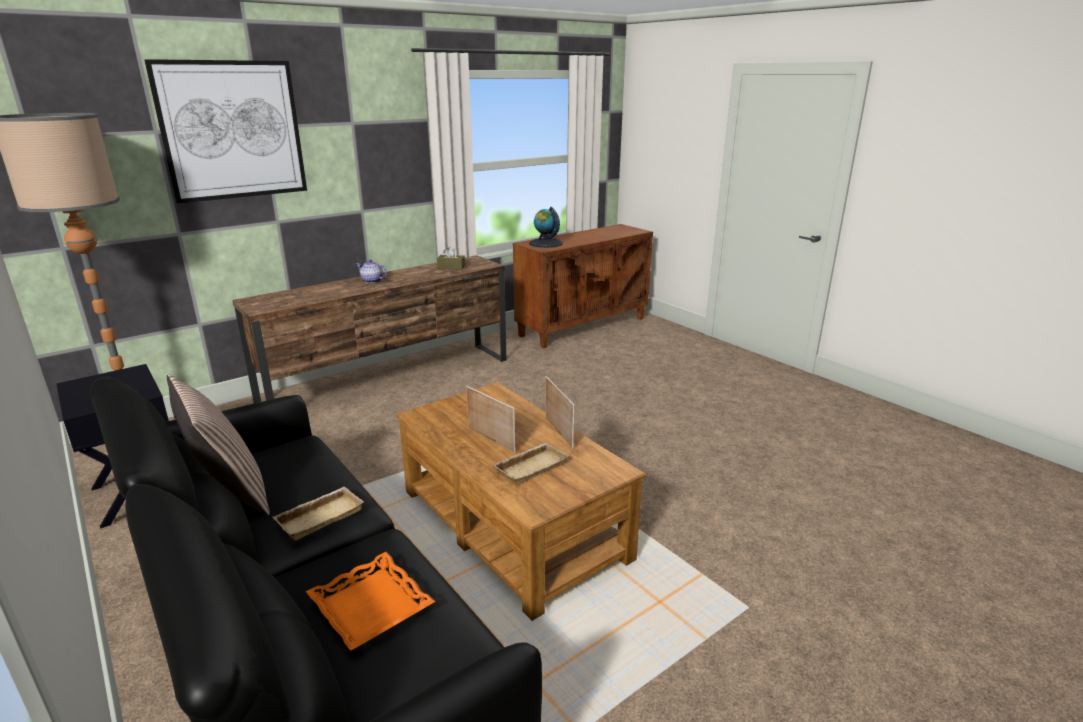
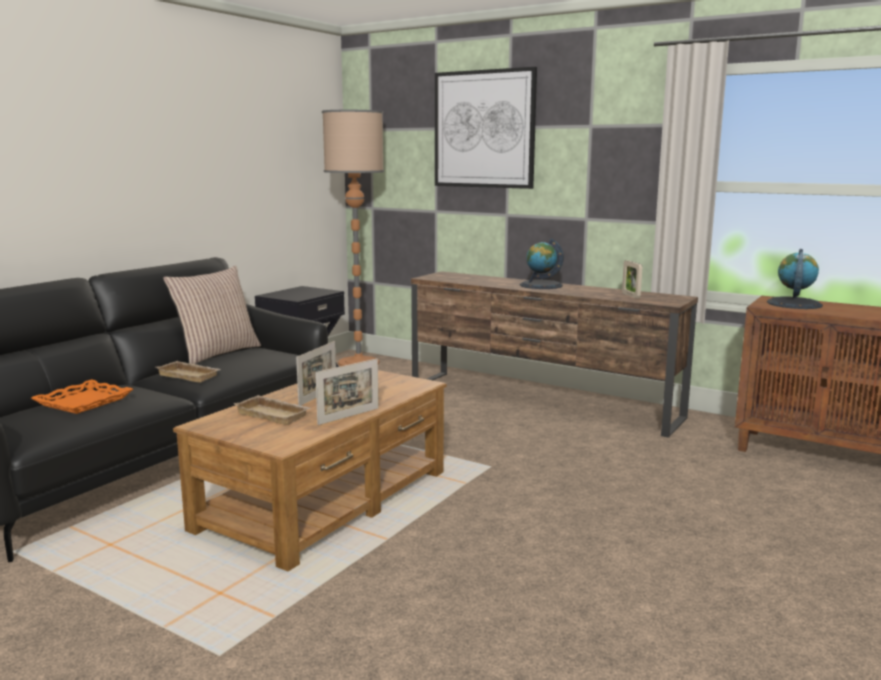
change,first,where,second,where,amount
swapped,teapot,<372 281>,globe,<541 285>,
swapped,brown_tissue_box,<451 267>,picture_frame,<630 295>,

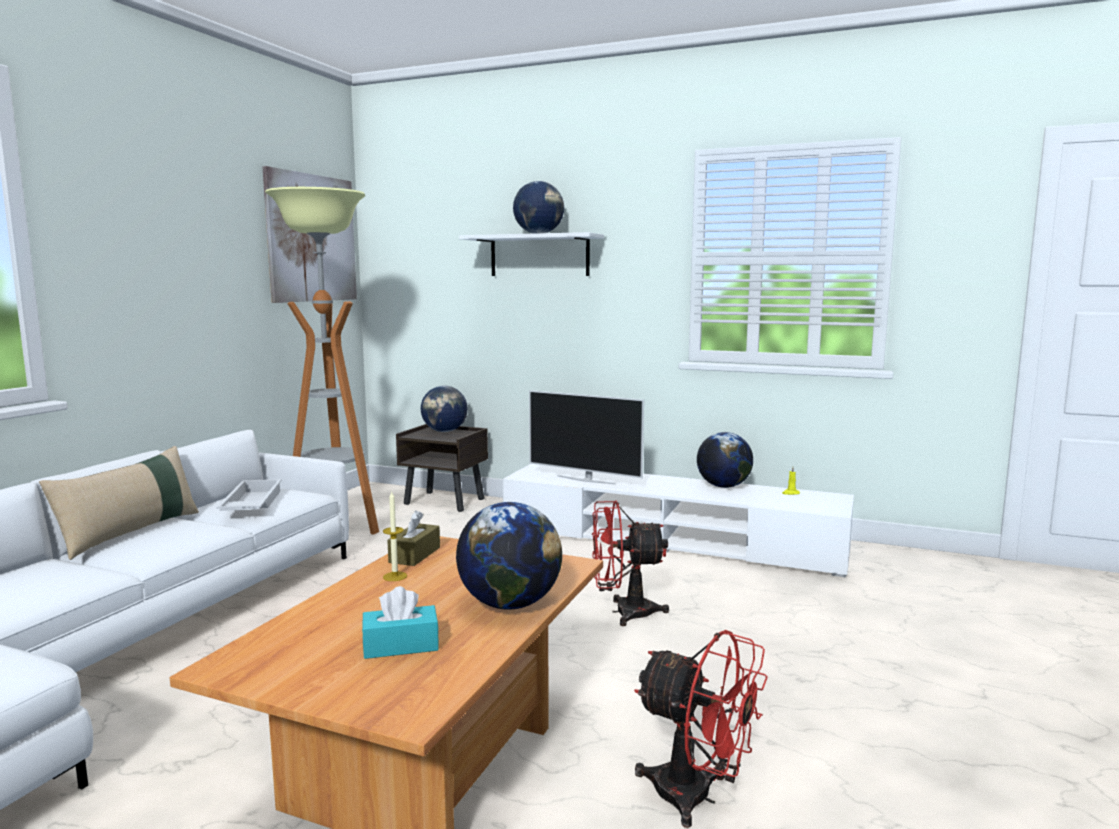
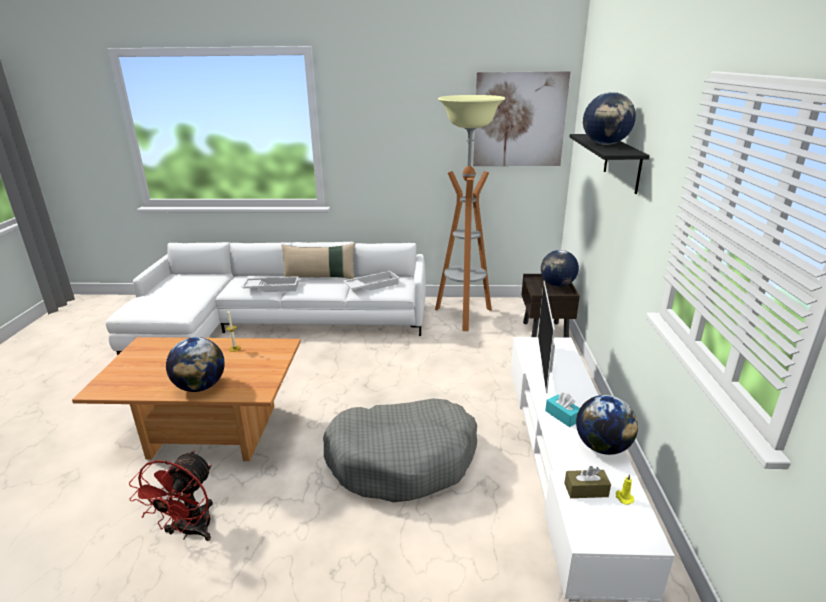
change,first,where,second,where,amount
new,,,white_tray,<272 287>,
shifted,turquoise_tissue_box,<401 646>,,<562 416>,
shifted,brown_tissue_box,<414 555>,,<586 490>,
swapped,red_fan,<623 612>,grey_dog_bed,<403 459>,
repainted,white_shelf,<539 256>,black_shelf,<622 162>,

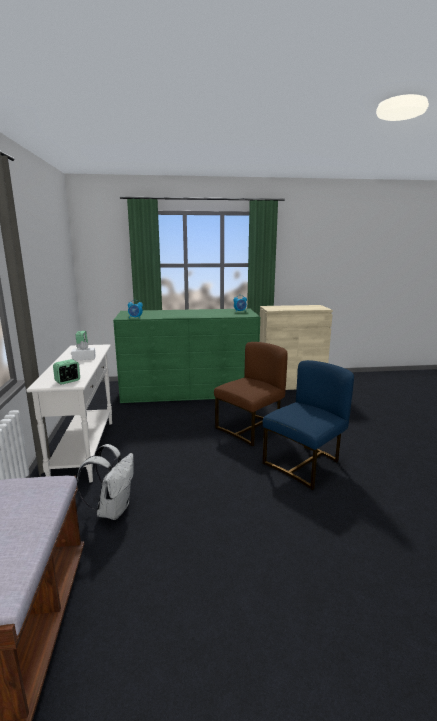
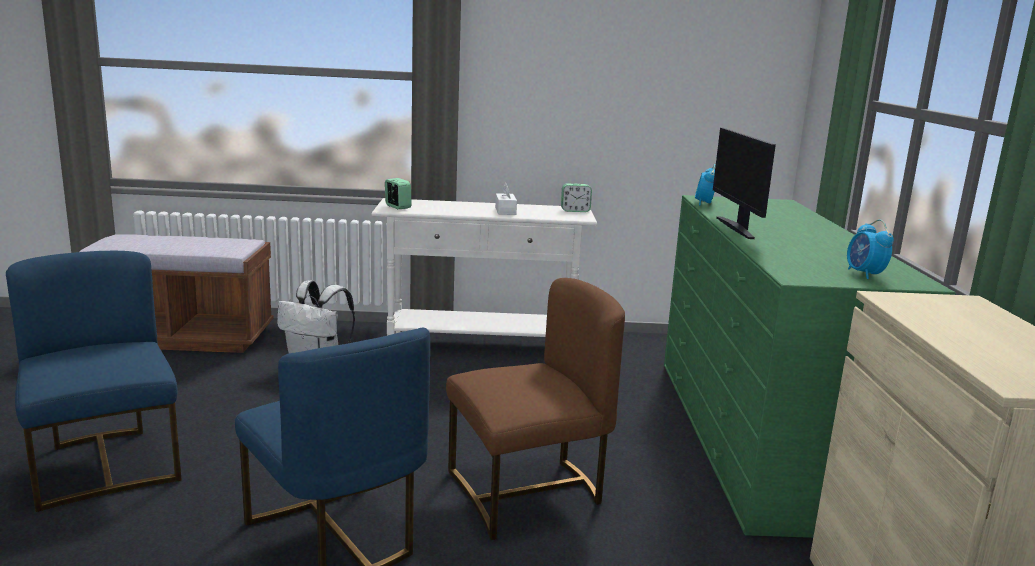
change,first,where,second,where,amount
new,,,blue_chair,<106 465>,
new,,,monitor,<737 228>,
rotated,brown_chair,<250 428>,,<527 493>,75 degrees counterclockwise

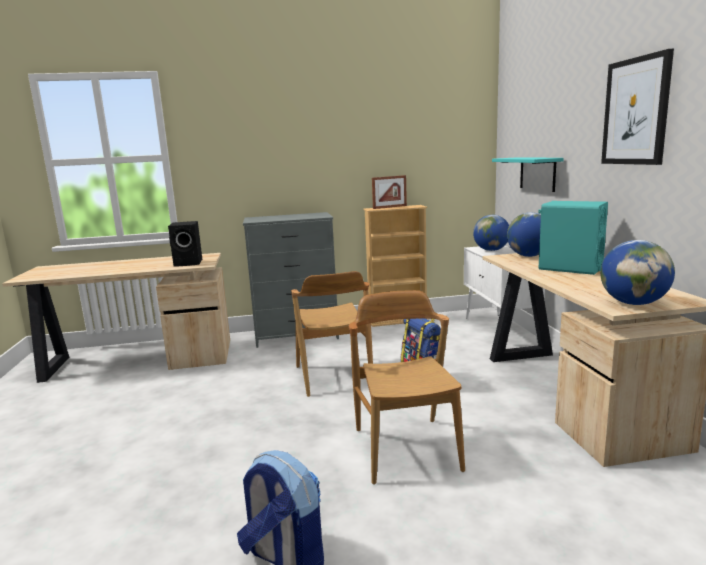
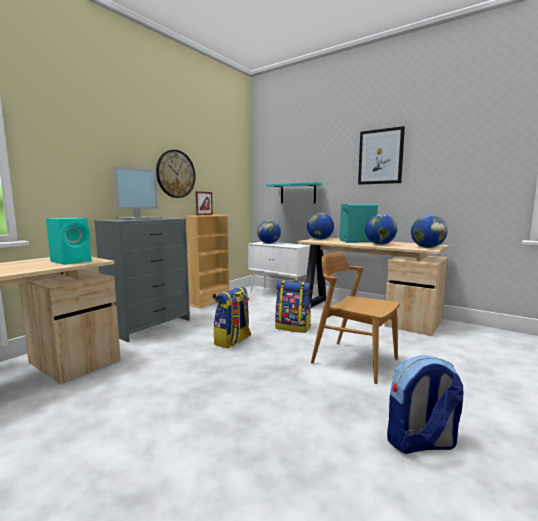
change,first,where,second,where,amount
new,,,monitor,<139 219>,
new,,,wall_clock,<175 174>,
new,,,globe,<380 244>,
swapped,brown_chair,<333 376>,backpack,<233 341>,
repainted,black_speaker,<189 263>,turquoise_speaker,<72 261>,

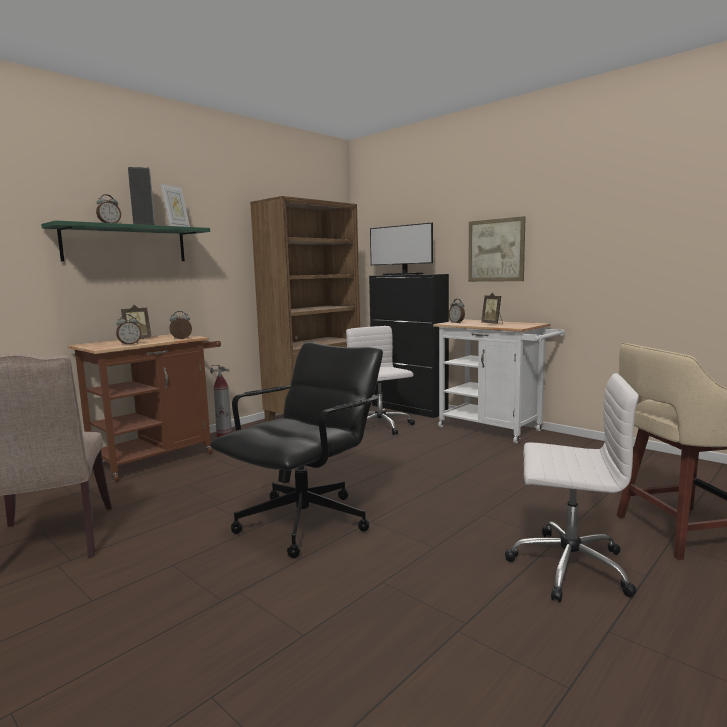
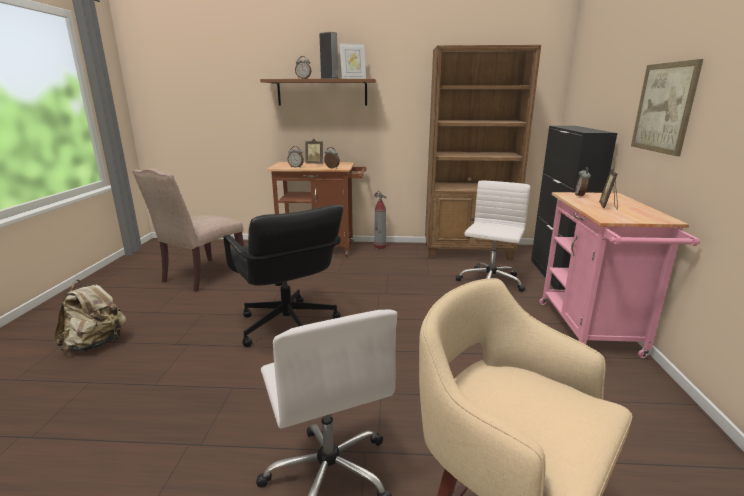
change,first,where,second,where,amount
gone,monitor,<402 274>,,,
new,,,beige_backpack,<96 344>,
repainted,green_shelf,<125 244>,brown_shelf,<322 92>,
repainted,white_cart,<495 429>,pink_cart,<591 332>,
rotated,black_office_chair,<306 522>,,<288 326>,60 degrees clockwise

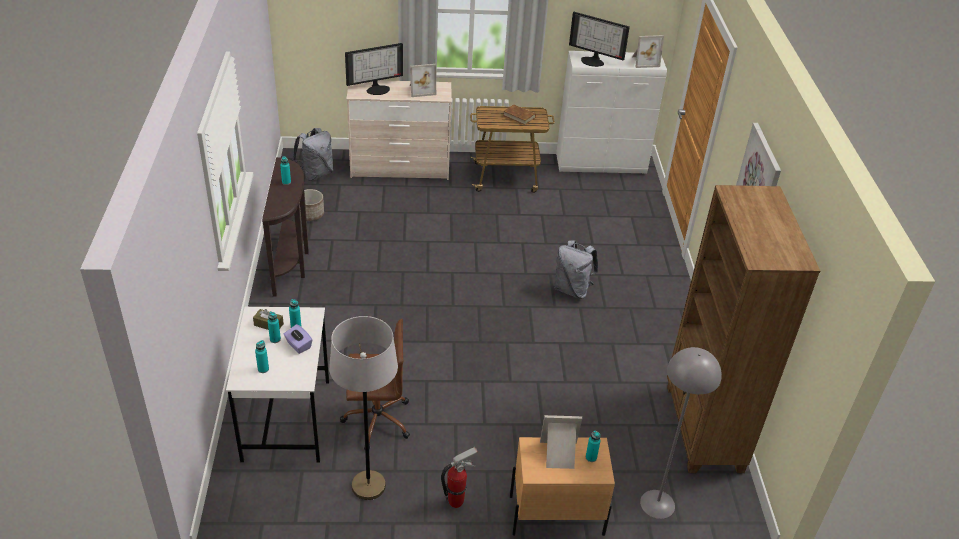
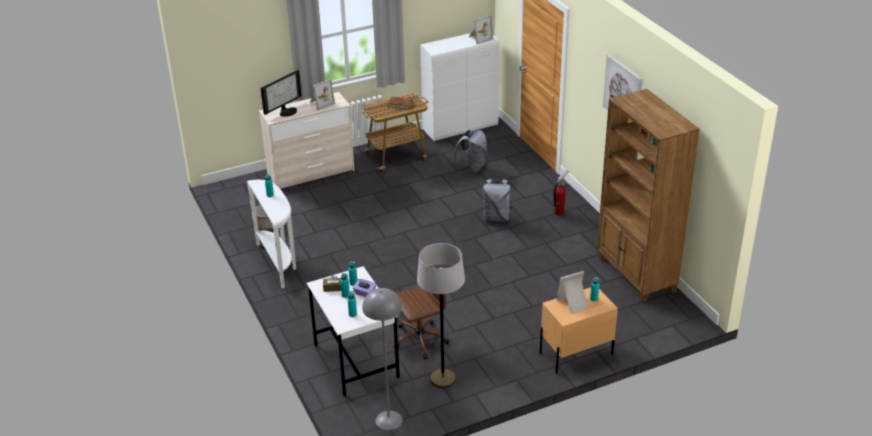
change,first,where,second,where,amount
gone,monitor,<593 61>,,,
shifted,grey_backpack,<316 174>,,<472 168>,
shifted,fire_extinguisher,<456 501>,,<559 212>,
shifted,grey_floor_lamp,<657 504>,,<388 420>,
repainted,brown_console_table,<292 263>,white_console_table,<279 263>,

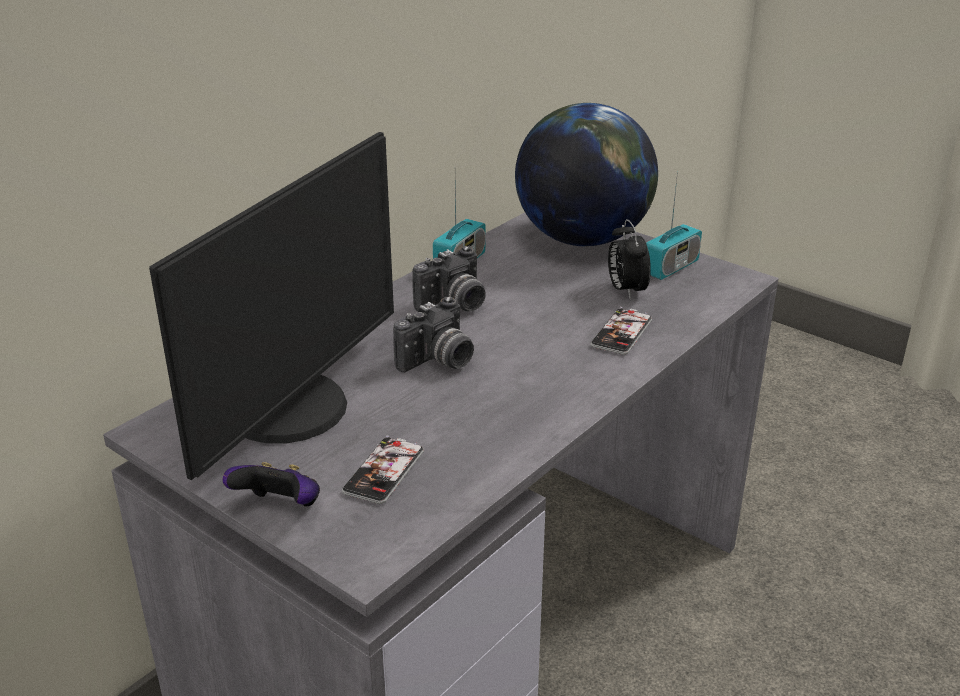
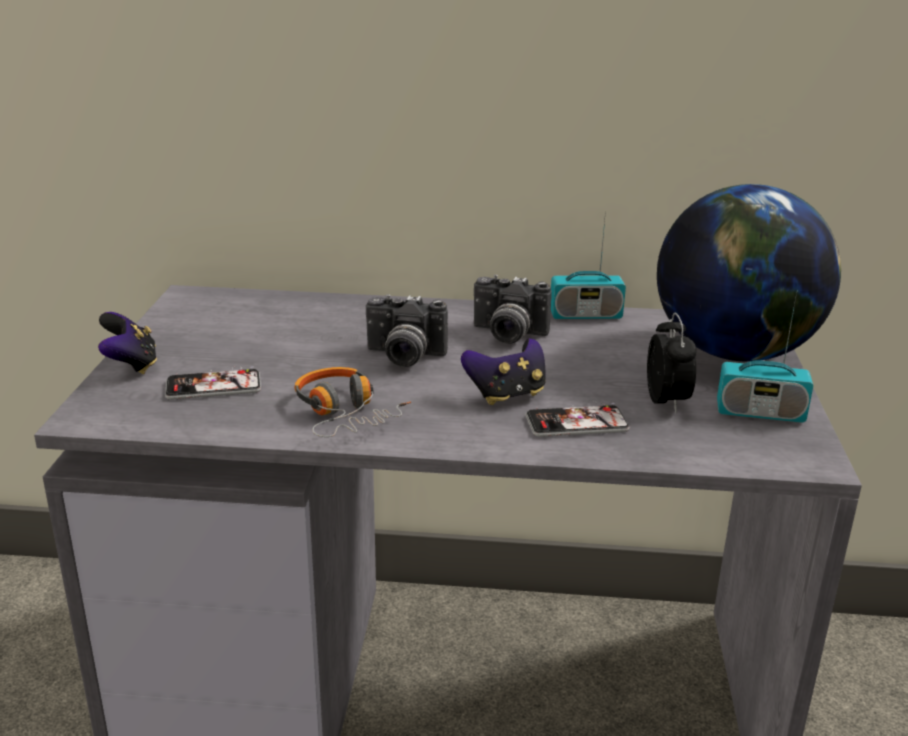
change,first,where,second,where,amount
gone,monitor,<292 409>,,,
new,,,headphones,<345 413>,
new,,,game_controller,<507 395>,
rotated,alarm_clock,<626 290>,,<667 402>,135 degrees clockwise

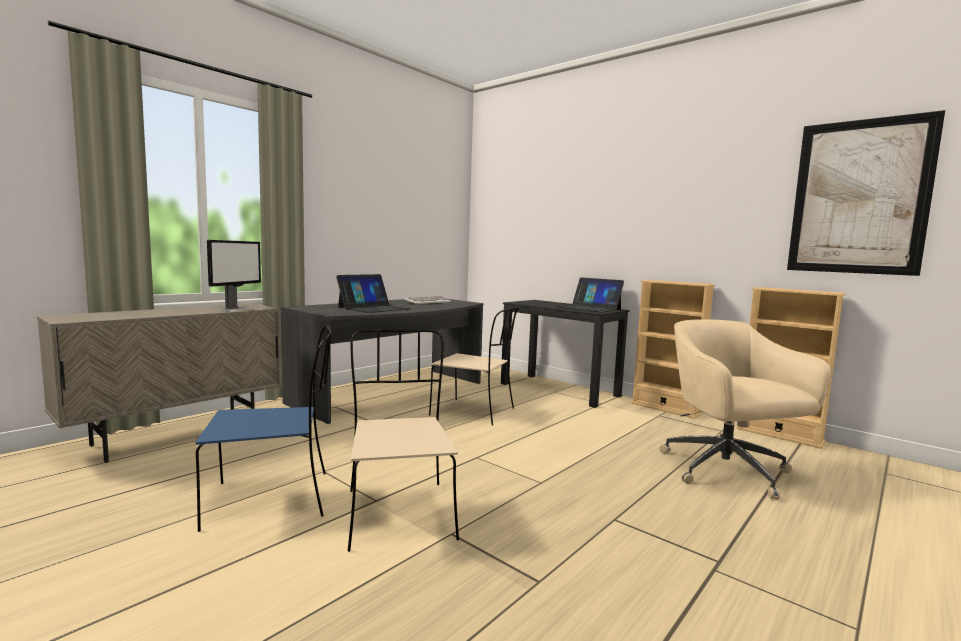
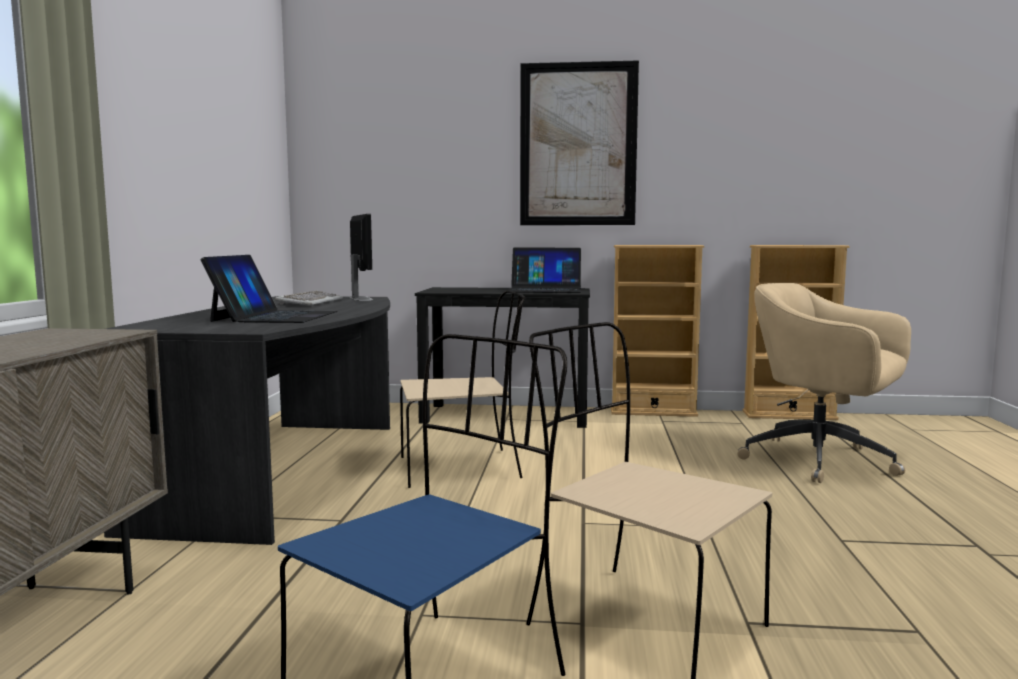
change,first,where,second,where,amount
shifted,monitor,<235 309>,,<361 298>,
shifted,picture,<859 197>,,<578 144>,

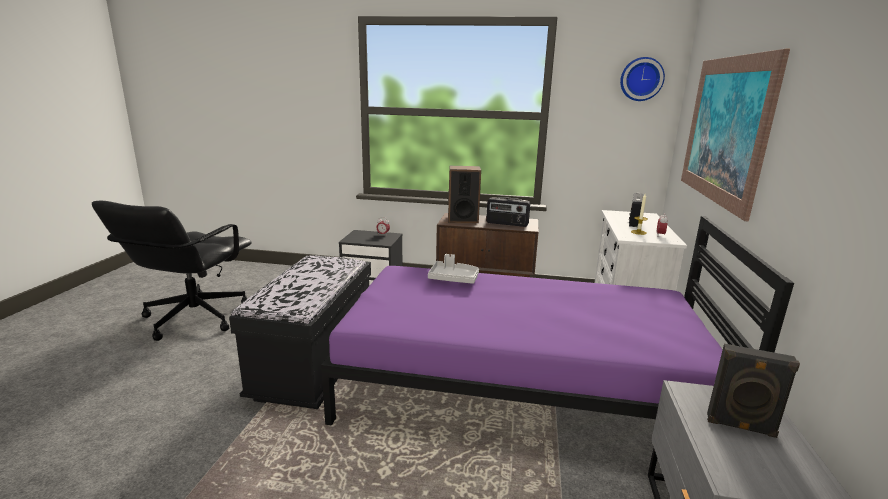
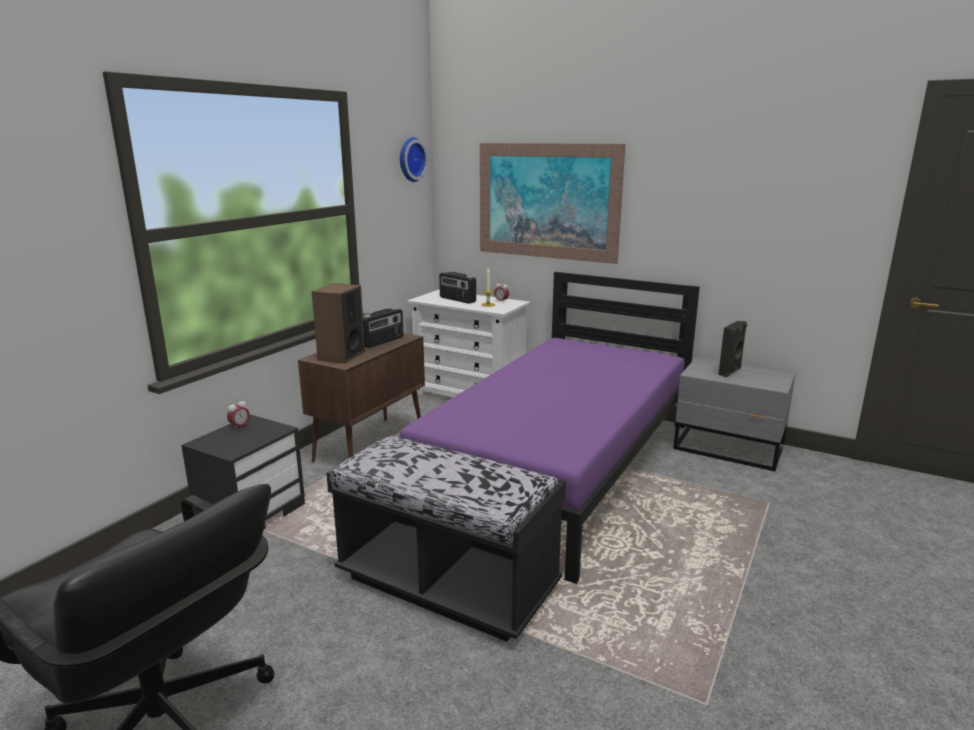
change,first,where,second,where,amount
gone,grey_tray,<453 278>,,,

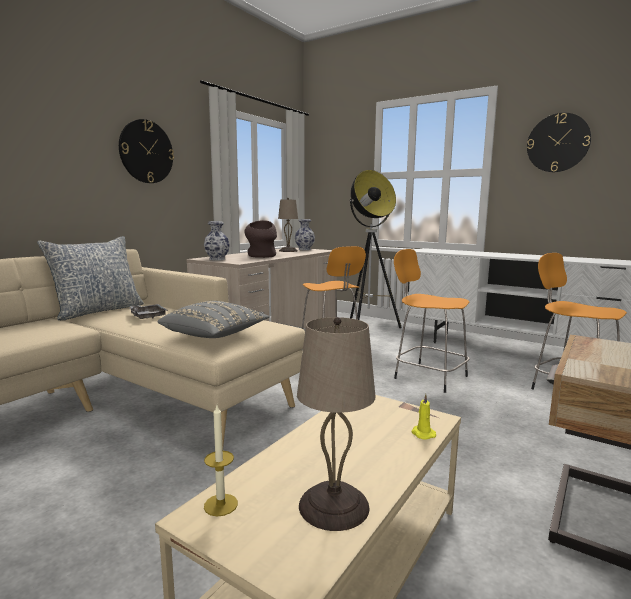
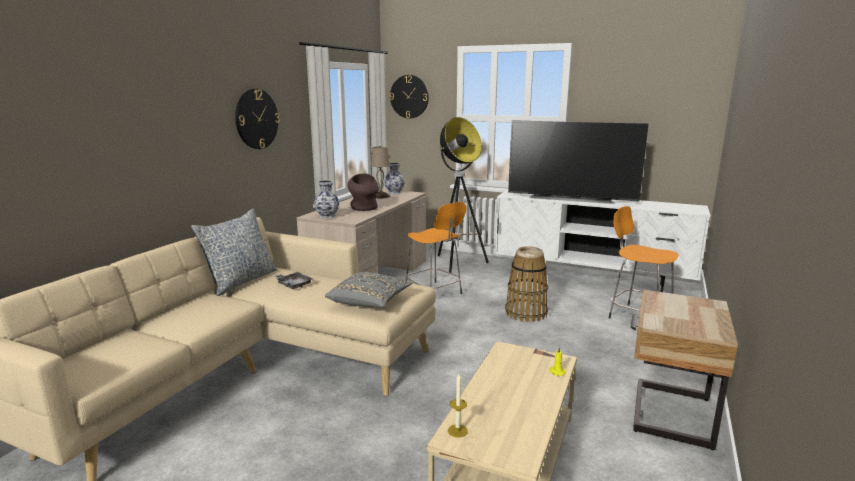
change,first,where,second,where,amount
gone,beige_table_lamp,<332 506>,,,
new,,,television,<571 198>,
shifted,wall_clock,<558 143>,,<409 96>,
swapped,orange_stool,<428 376>,basket,<526 313>,

